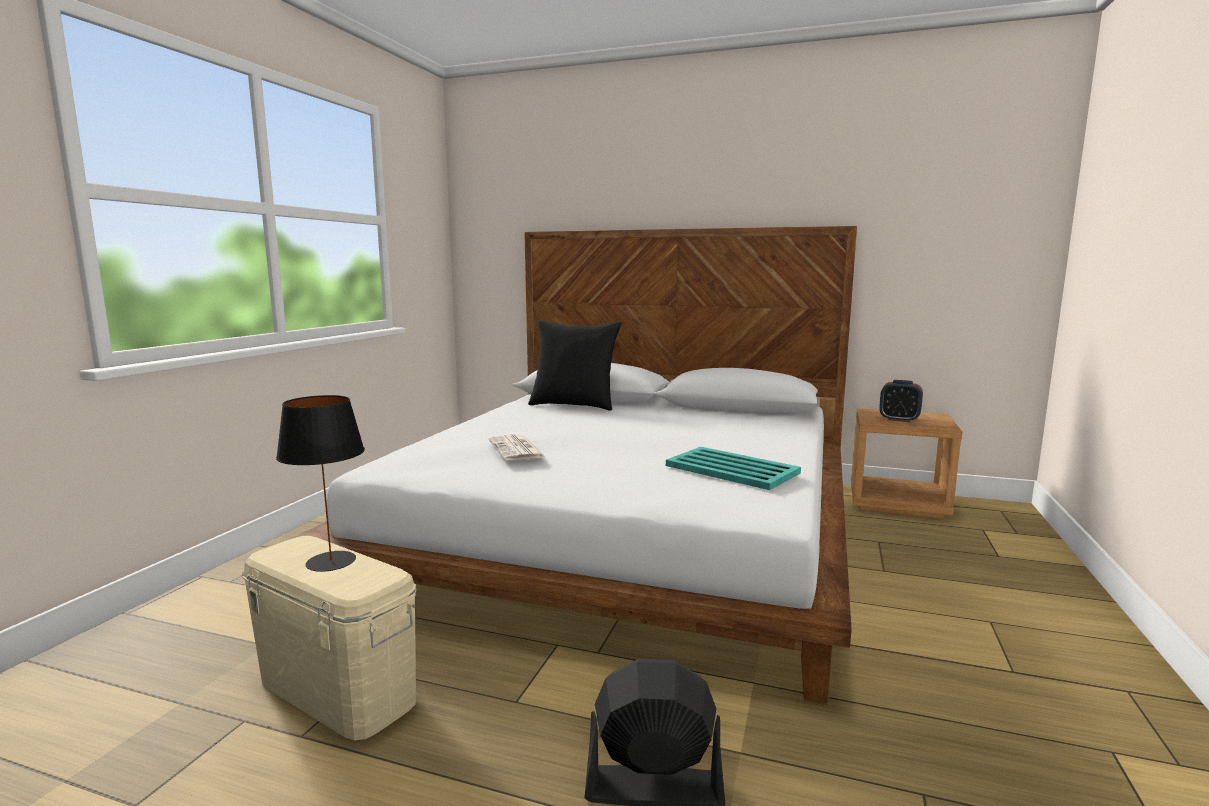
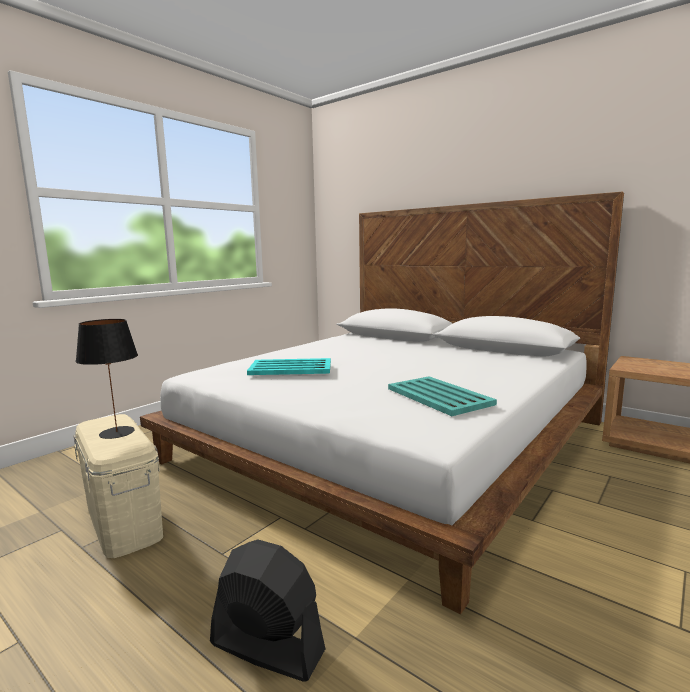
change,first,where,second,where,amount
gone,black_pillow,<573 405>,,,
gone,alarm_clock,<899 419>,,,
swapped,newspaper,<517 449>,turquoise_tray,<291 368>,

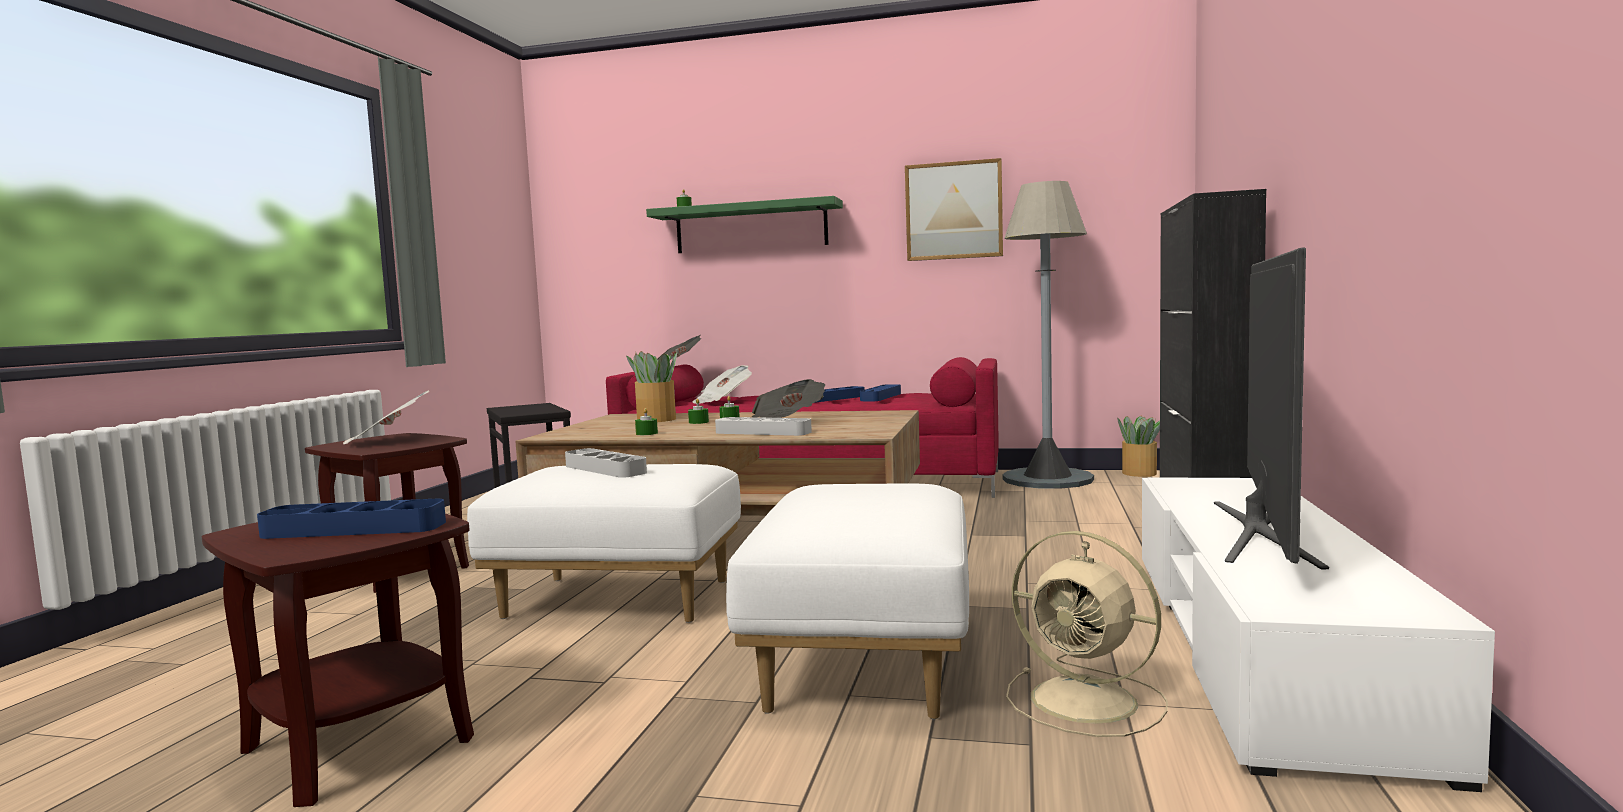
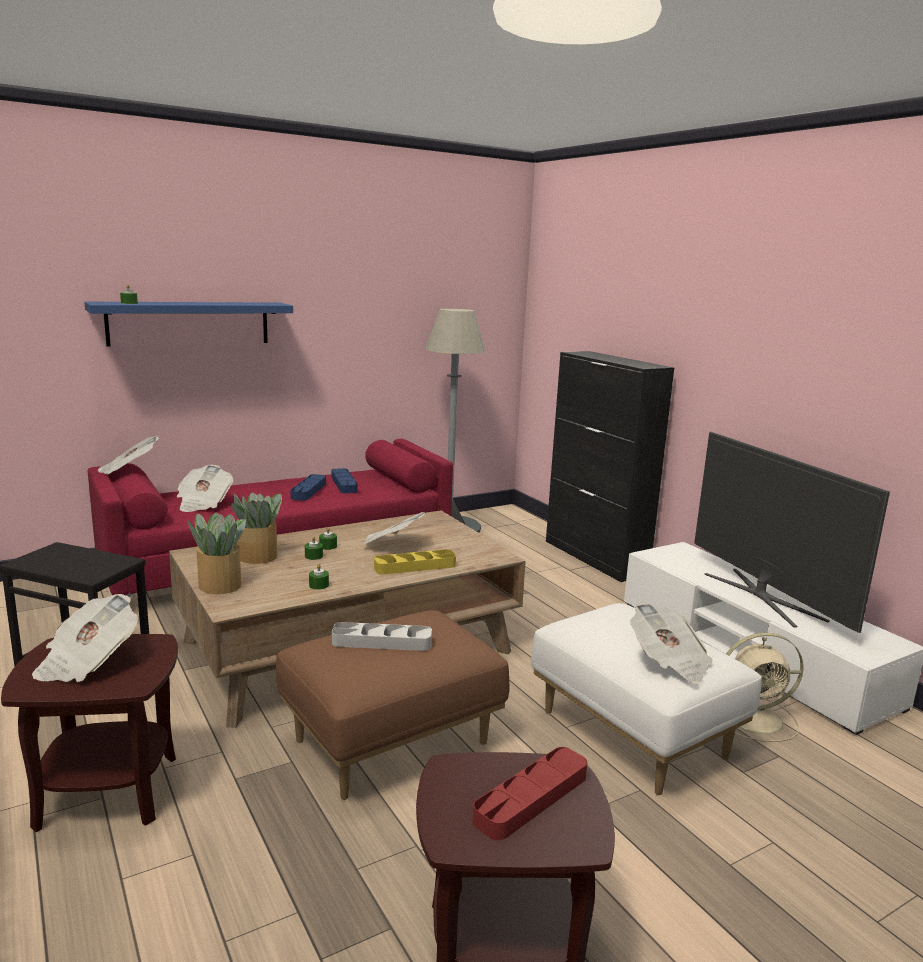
change,first,where,second,where,amount
gone,picture,<954 211>,,,
new,,,newspaper,<669 663>,
shifted,potted_plant,<1139 473>,,<219 585>,
repainted,blue_tray,<354 529>,red_tray,<531 798>,
repainted,white_ottoman,<620 598>,brown_ottoman,<392 741>,
repainted,green_shelf,<751 227>,blue_shelf,<189 323>,
repainted,grey_tray,<763 432>,yellow_tray,<415 566>,

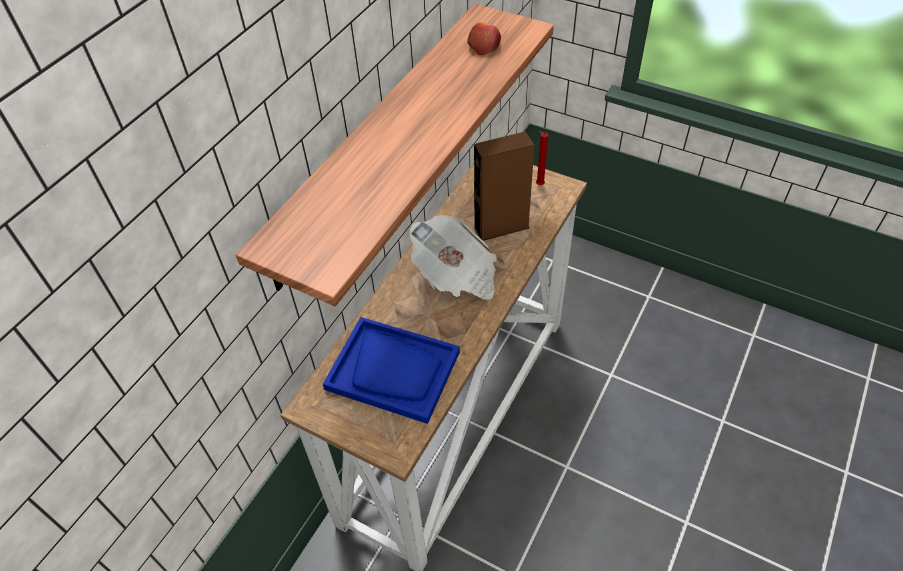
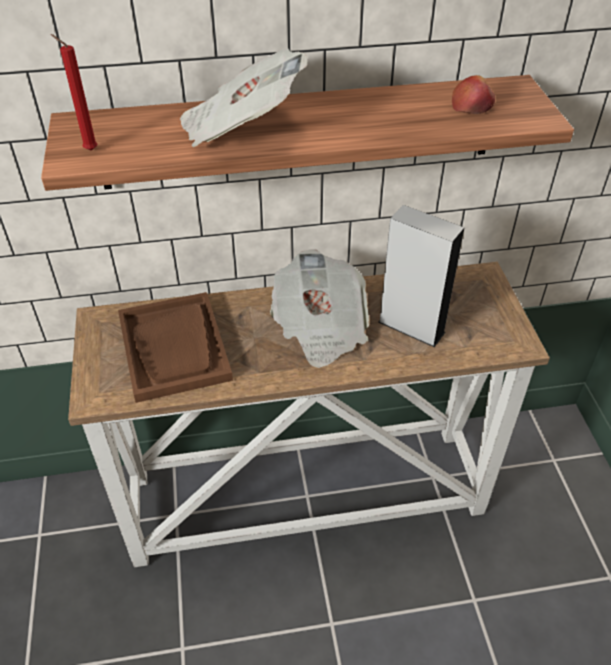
change,first,where,second,where,amount
new,,,newspaper,<240 129>,
shifted,red_candle,<539 185>,,<89 150>,
repainted,blue_tray,<393 370>,brown_tray,<174 348>,
repainted,brown_speaker,<501 227>,grey_speaker,<411 327>,

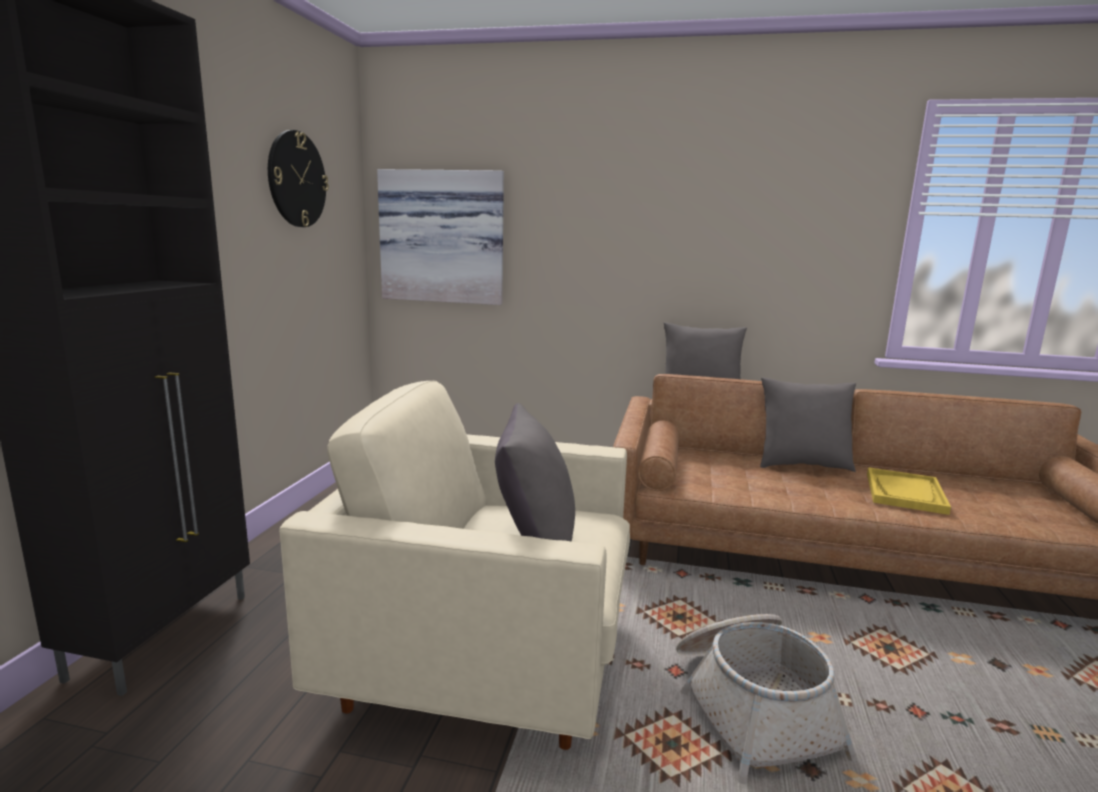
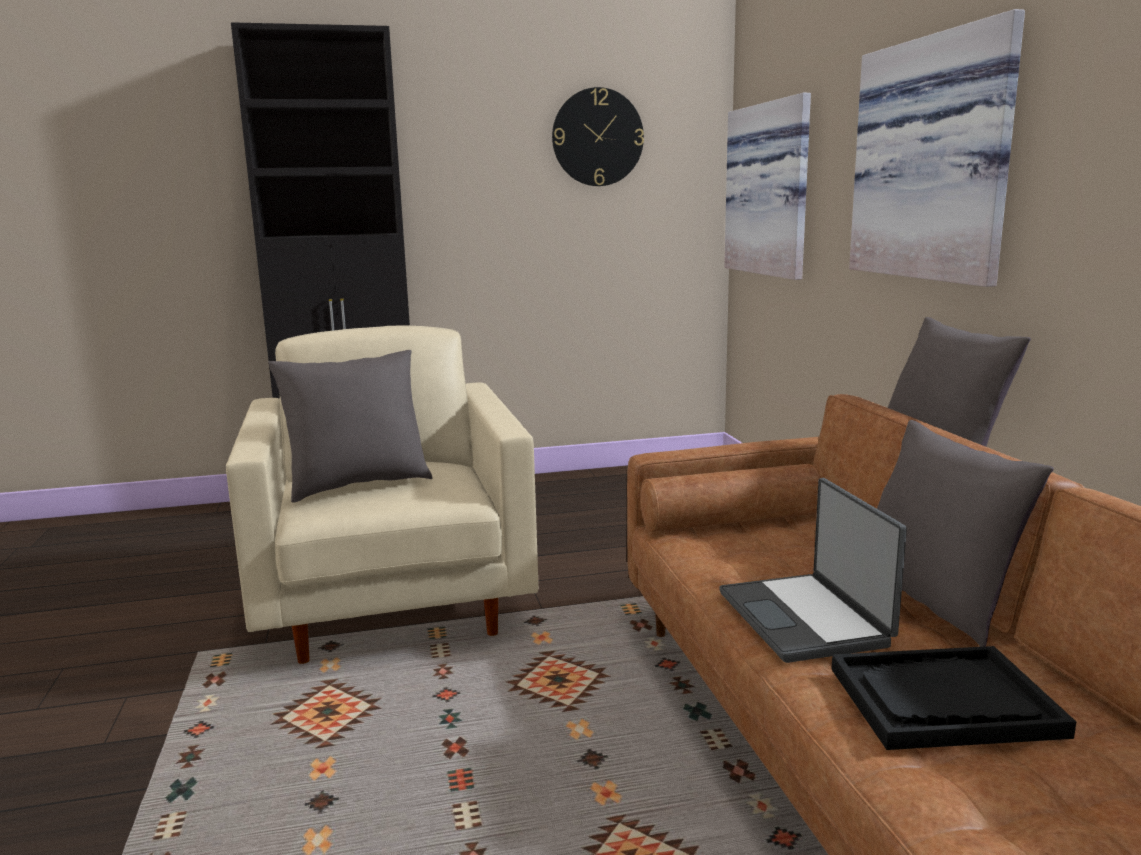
change,first,where,second,where,amount
gone,basket,<750 708>,,,
new,,,laptop,<805 618>,
new,,,picture,<935 160>,
repainted,yellow_tray,<905 493>,black_tray,<943 702>,

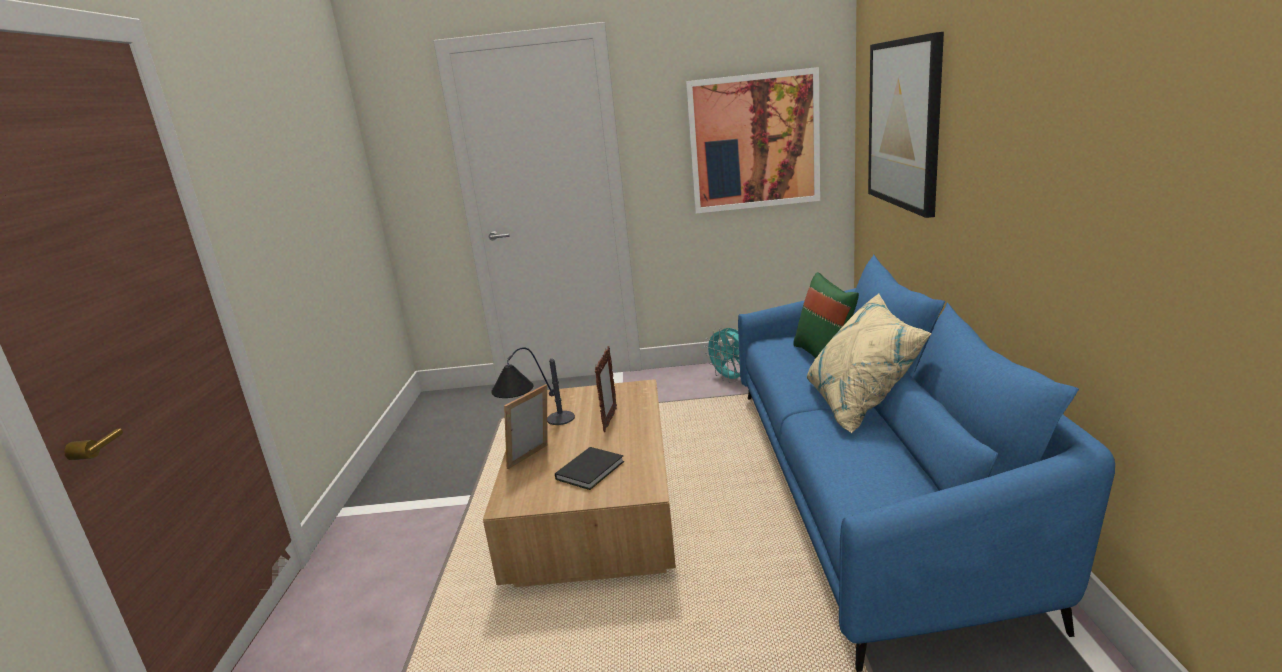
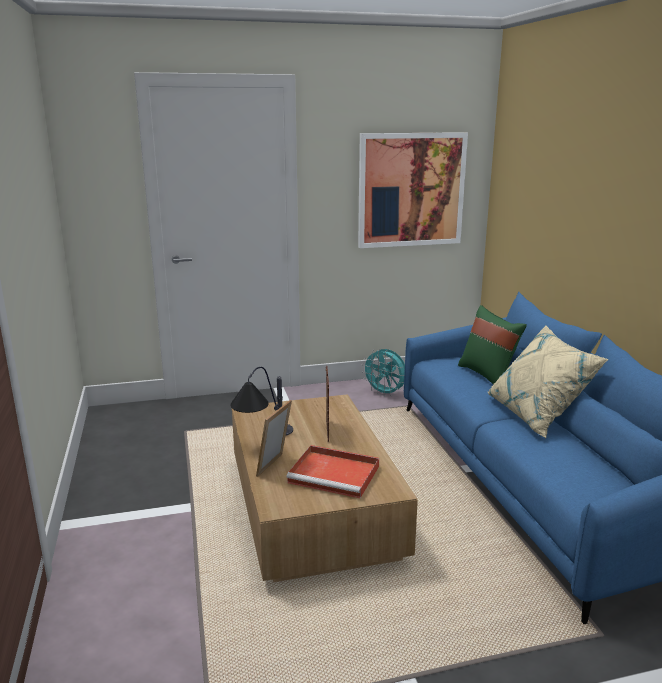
change,first,where,second,where,amount
gone,picture,<904 124>,,,
swapped,black_book,<592 470>,red_tray,<336 474>,

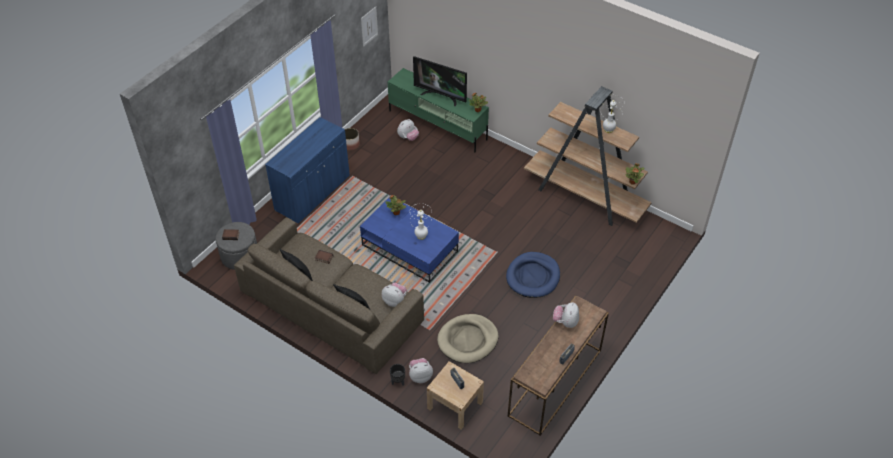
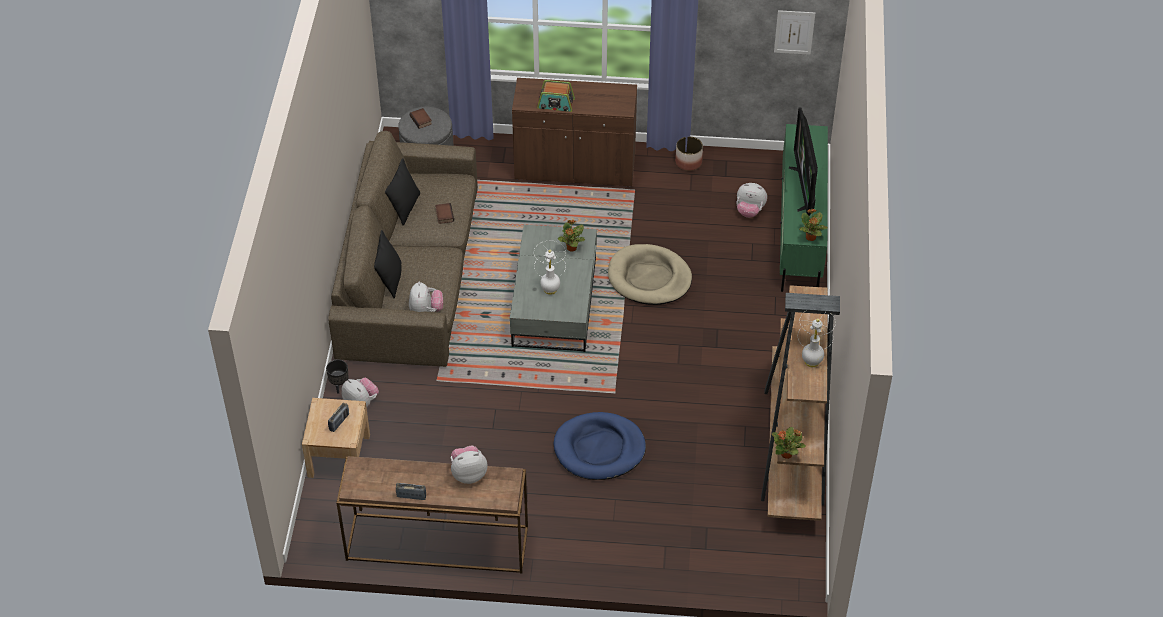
change,first,where,second,where,amount
new,,,radio,<556 104>,
shifted,beige_dog_bed,<468 340>,,<649 278>,
repainted,blue_cabinet,<312 193>,brown_cabinet,<575 168>,
repainted,blue_coffee_table,<409 248>,grey_coffee_table,<554 301>,

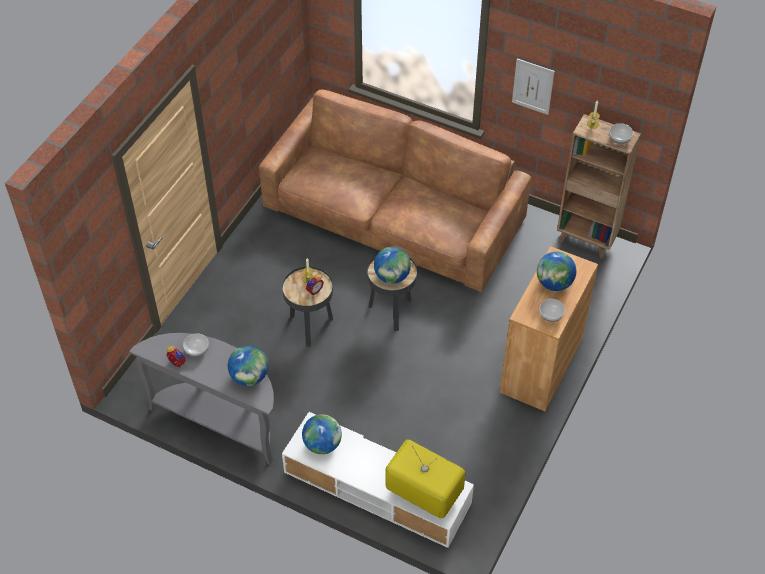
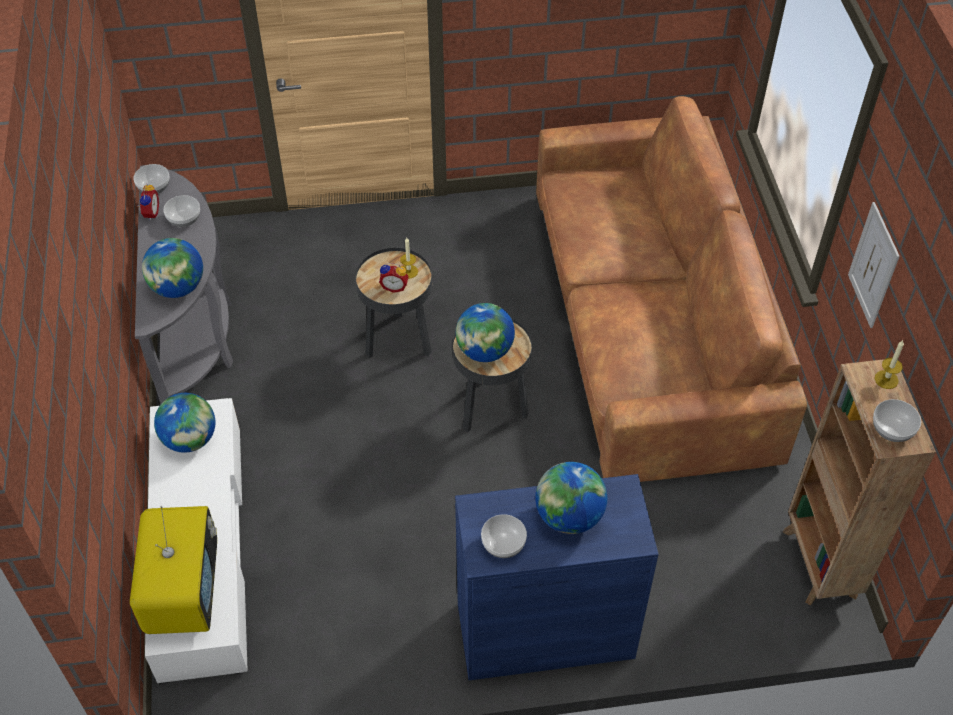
change,first,where,second,where,amount
new,,,bowl,<154 187>,
repainted,brown_cabinet,<541 365>,blue_cabinet,<545 631>,

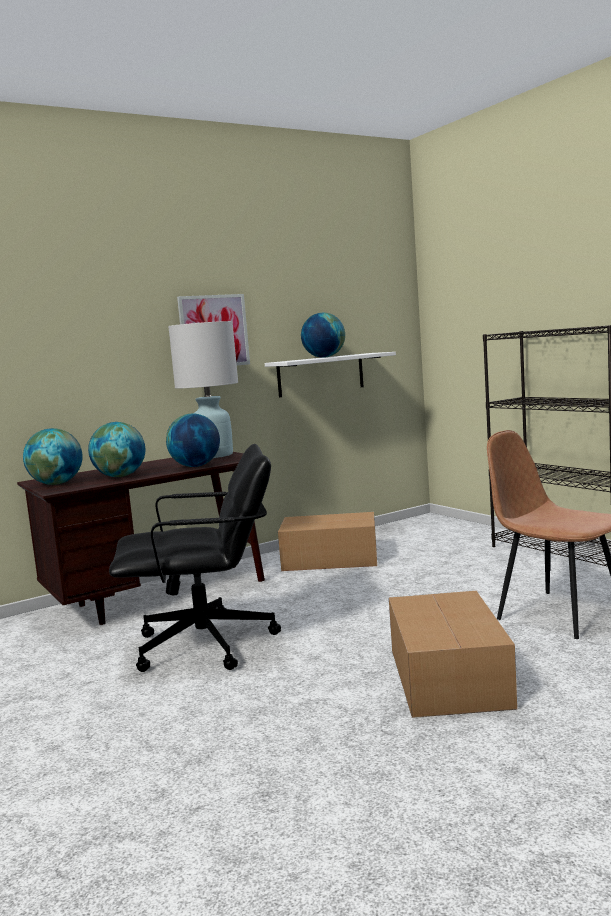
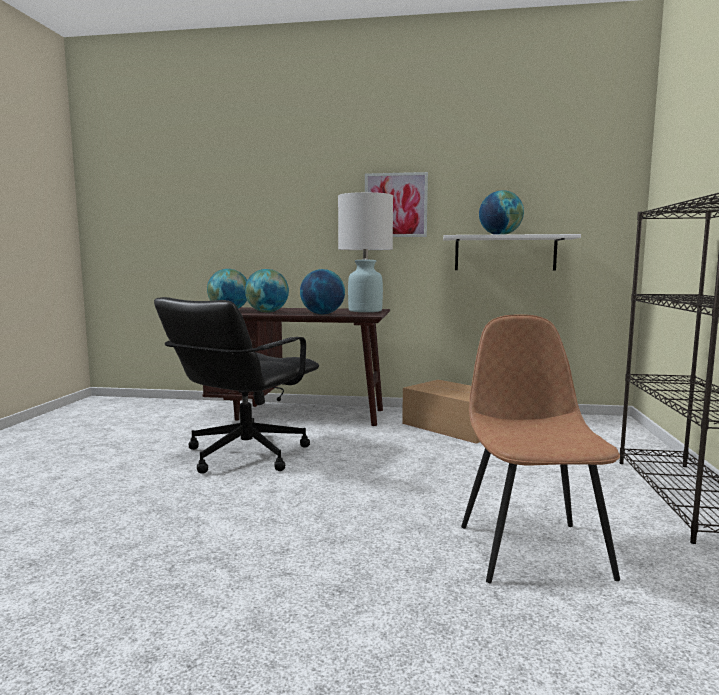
change,first,where,second,where,amount
gone,cardboard_box,<449 676>,,,
rotated,black_office_chair,<207 645>,,<244 454>,90 degrees clockwise

